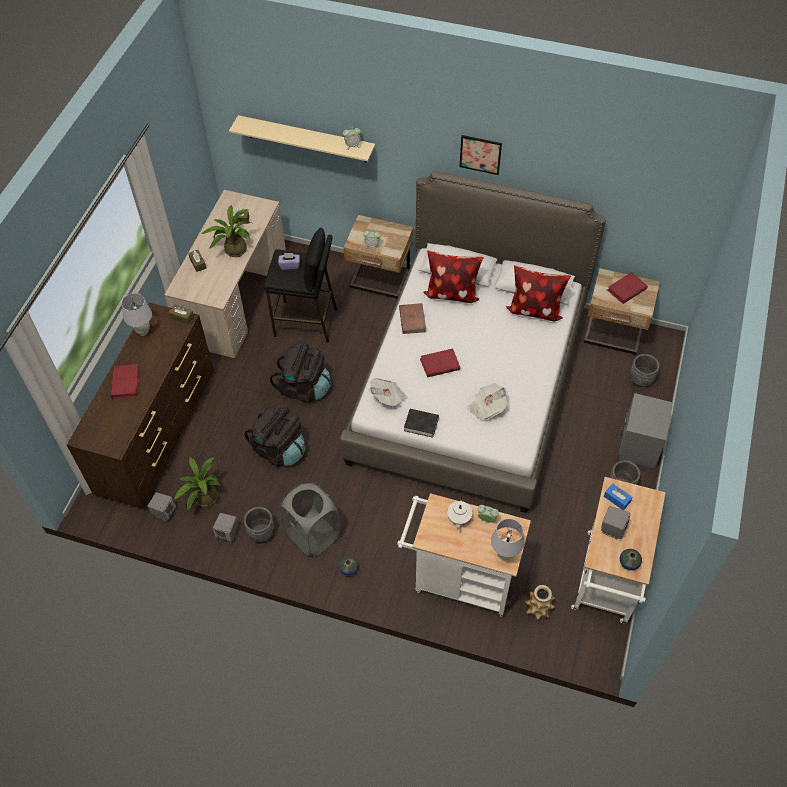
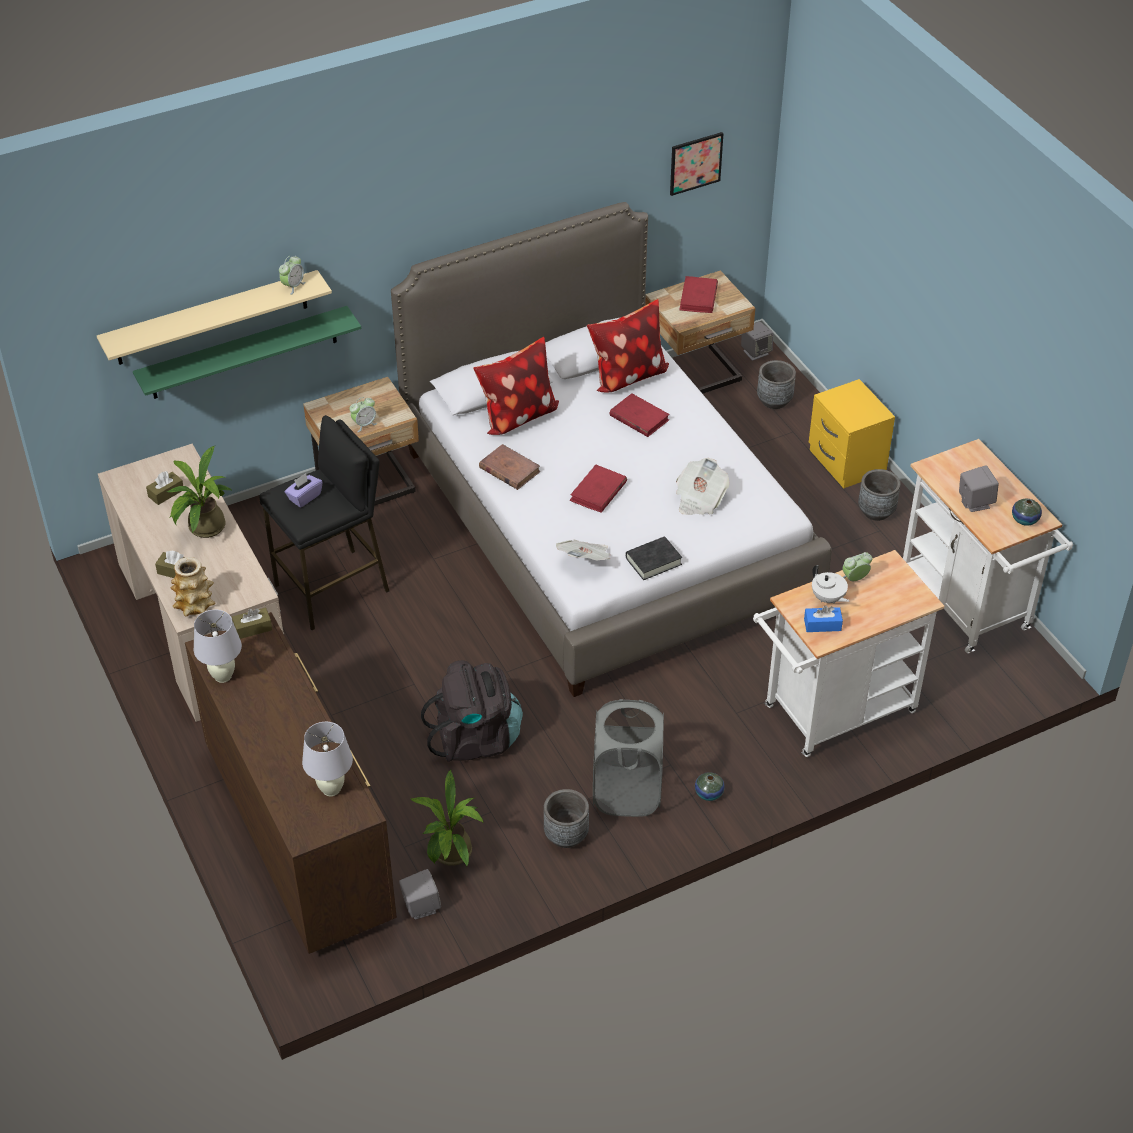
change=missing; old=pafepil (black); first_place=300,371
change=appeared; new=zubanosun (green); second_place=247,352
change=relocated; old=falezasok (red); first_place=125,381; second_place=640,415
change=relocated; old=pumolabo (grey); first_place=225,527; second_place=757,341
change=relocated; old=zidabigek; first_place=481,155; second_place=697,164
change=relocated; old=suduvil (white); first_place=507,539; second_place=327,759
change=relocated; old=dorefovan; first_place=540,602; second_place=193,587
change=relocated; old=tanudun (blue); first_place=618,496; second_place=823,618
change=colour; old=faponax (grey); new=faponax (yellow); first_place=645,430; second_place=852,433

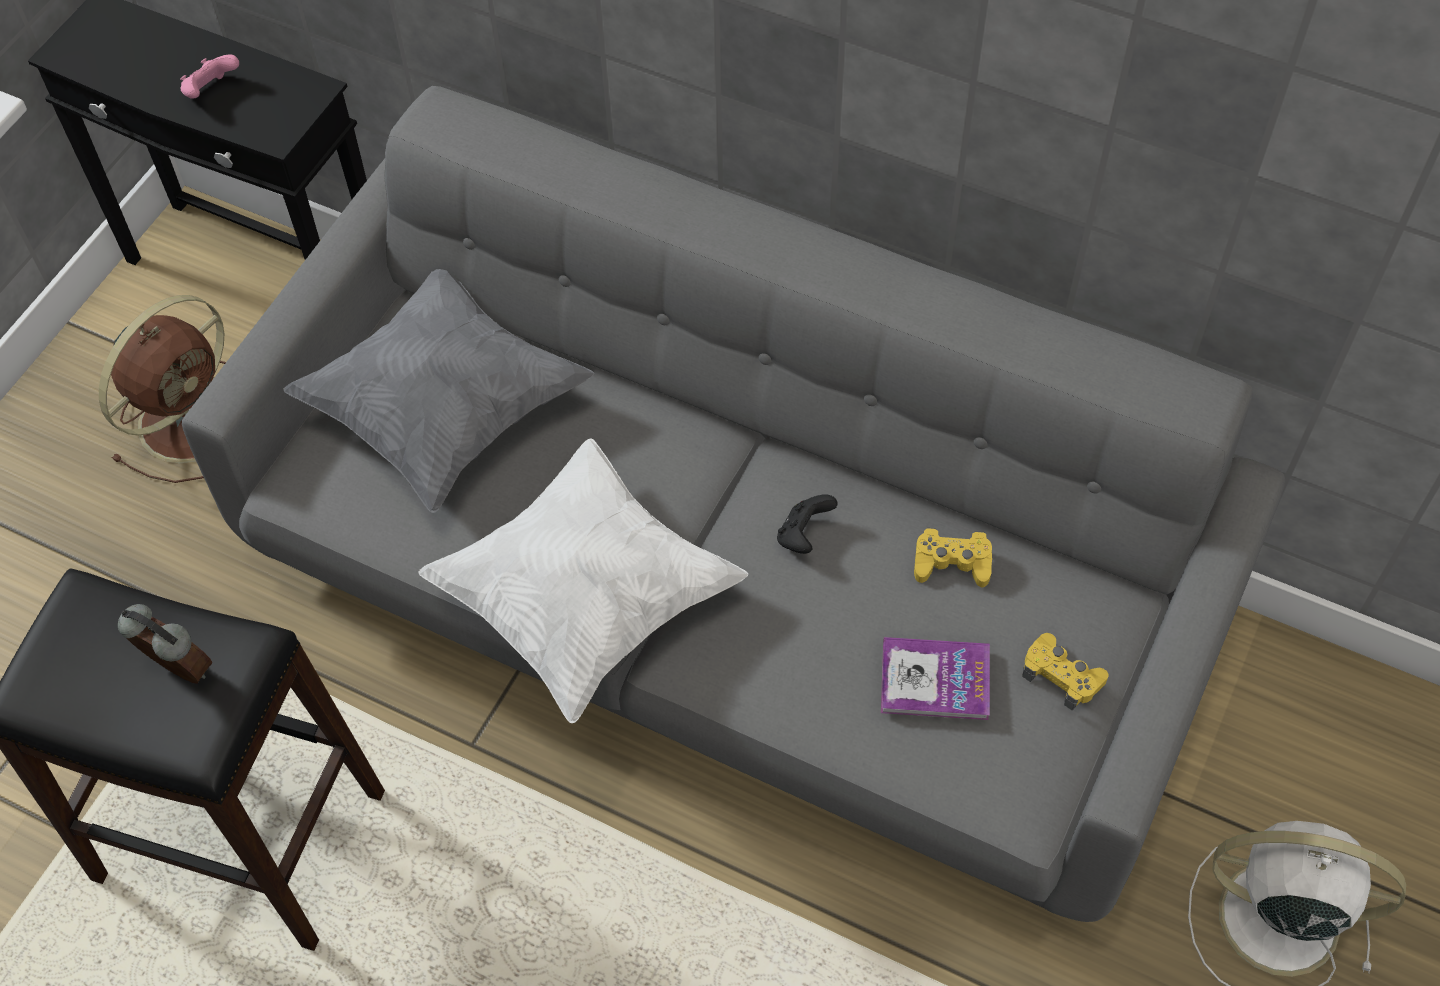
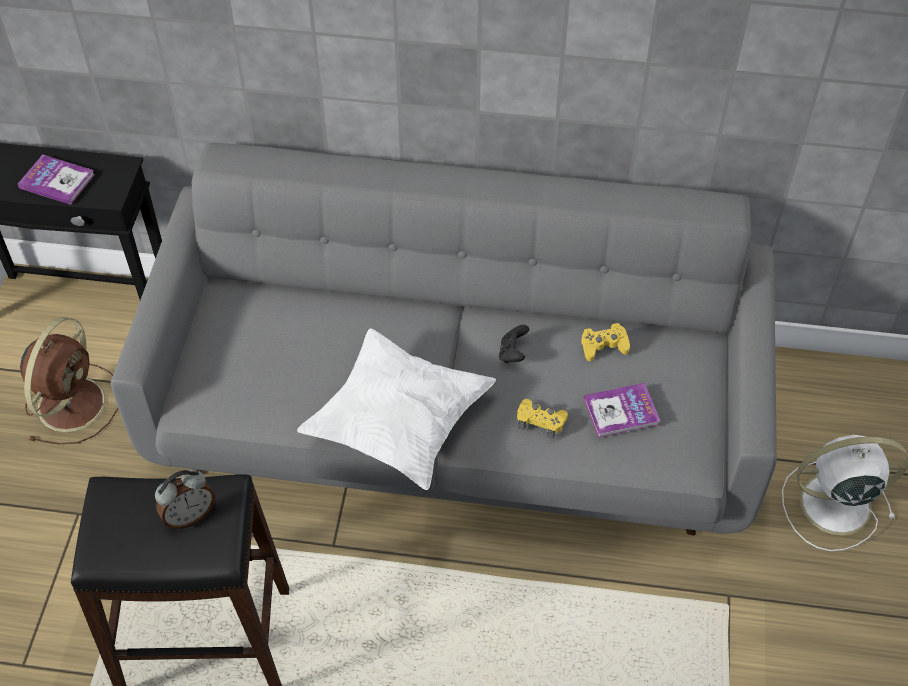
change=missing; old=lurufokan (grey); first_place=439,391
change=relocated; old=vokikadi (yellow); first_place=1065,671; second_place=542,419
change=exchanged; old=vokikadi (pink); new=falezasok; first_place=209,76; second_place=56,180
change=spun; old=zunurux; first_place=165,644; second_place=185,499; degrees=135

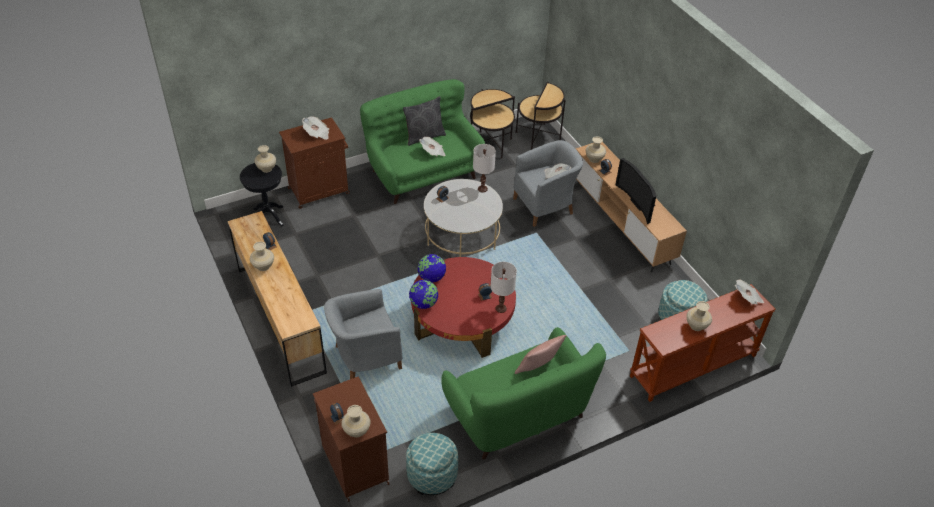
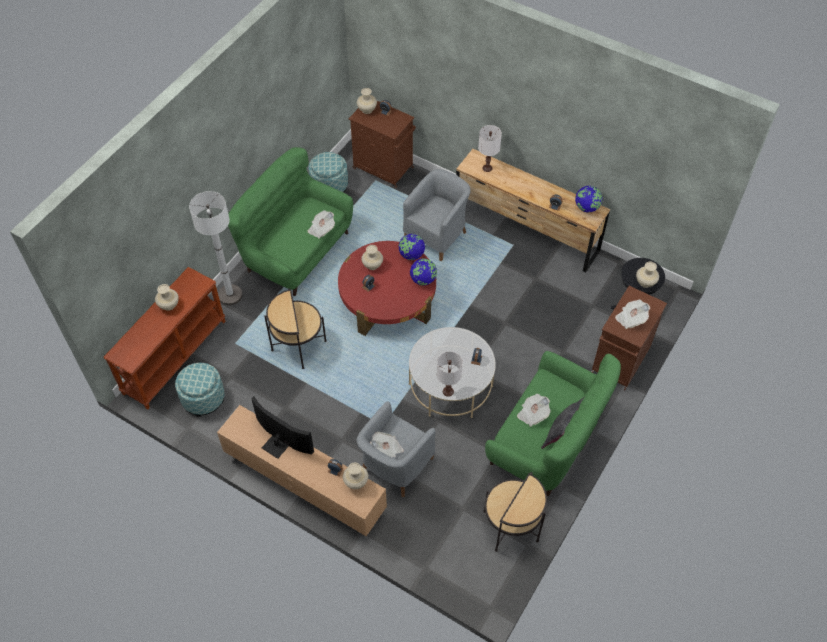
change=missing; old=lurufokan (pink); first_place=541,354
change=appeared; new=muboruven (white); second_place=216,248
change=appeared; new=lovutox; second_place=588,199
change=relocated; old=dorefovan (beige); first_place=262,256; second_place=372,257
change=relocated; old=suduvil (white); first_place=503,287; second_place=490,148
change=relocated; old=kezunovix; first_place=540,116; second_place=295,328
change=relocated; old=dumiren; first_place=749,292; second_place=321,224

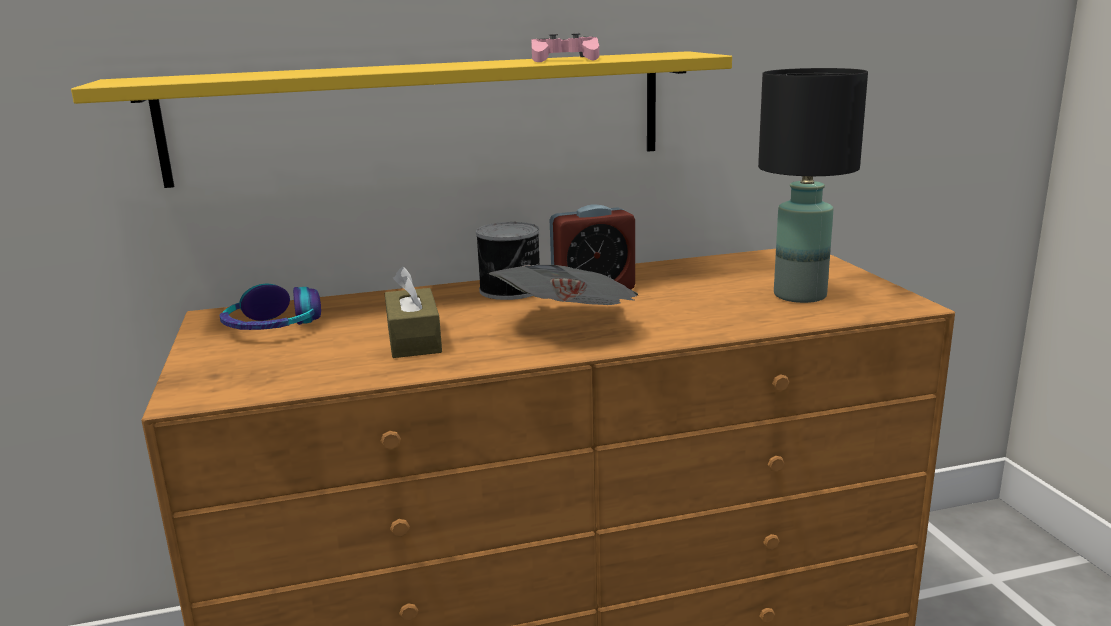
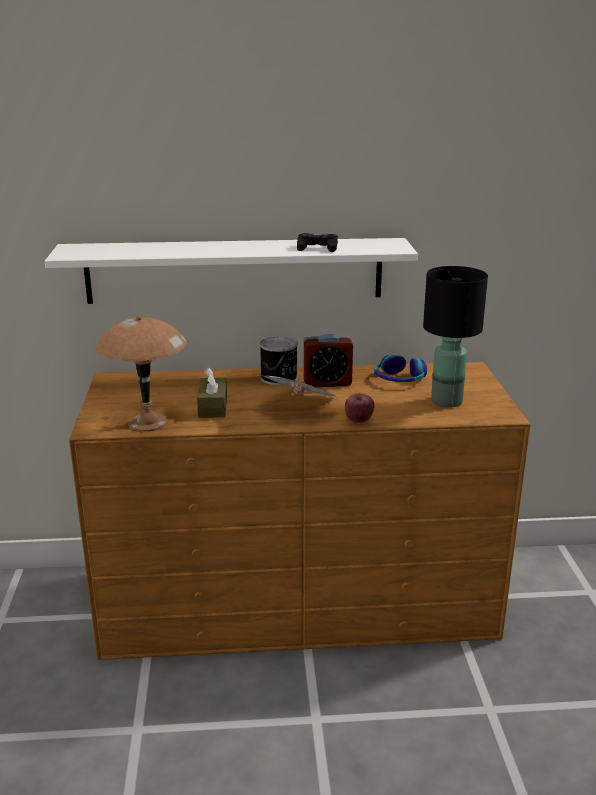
change=appeared; new=suduvil (brown); second_place=140,374
change=appeared; new=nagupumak; second_place=360,408
change=relocated; old=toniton; first_place=270,307; second_place=400,368
change=colour; old=zubanosun (yellow); new=zubanosun (white); first_place=401,119; second_place=231,271
change=colour; old=vokikadi (pink); new=vokikadi (black); first_place=565,47; second_place=317,242

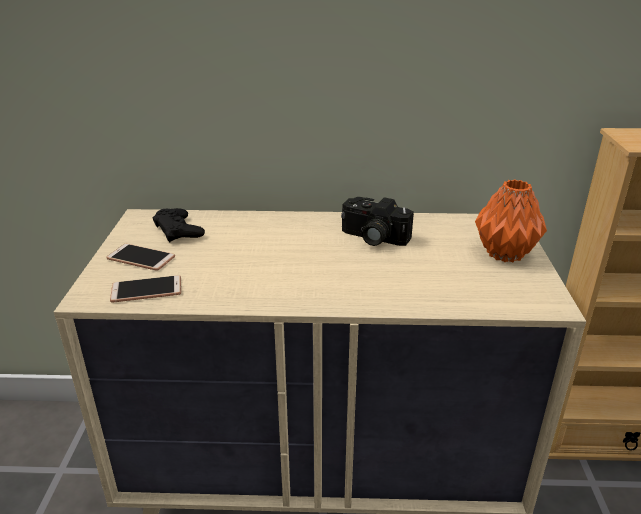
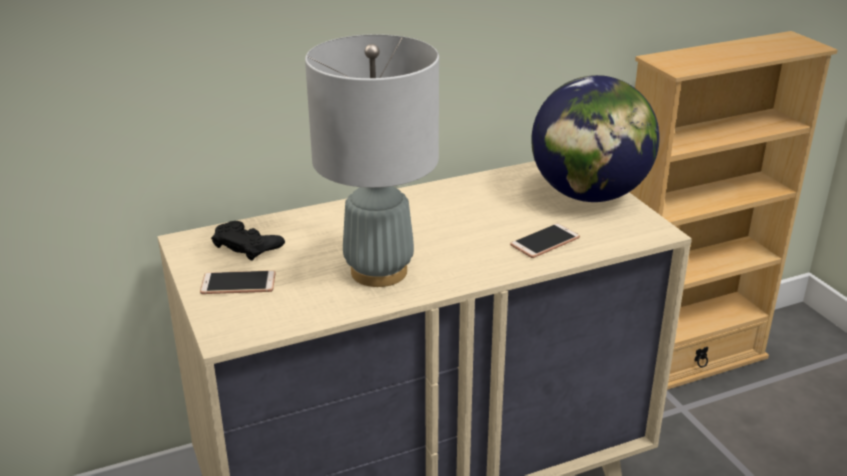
change=missing; old=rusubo; first_place=377,221
change=appeared; new=suduvil (grey); second_place=372,160
change=relocated; old=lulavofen; first_place=145,288; second_place=545,240
change=exchanged; old=dorefovan (orange); new=lovutox; first_place=511,221; second_place=595,138

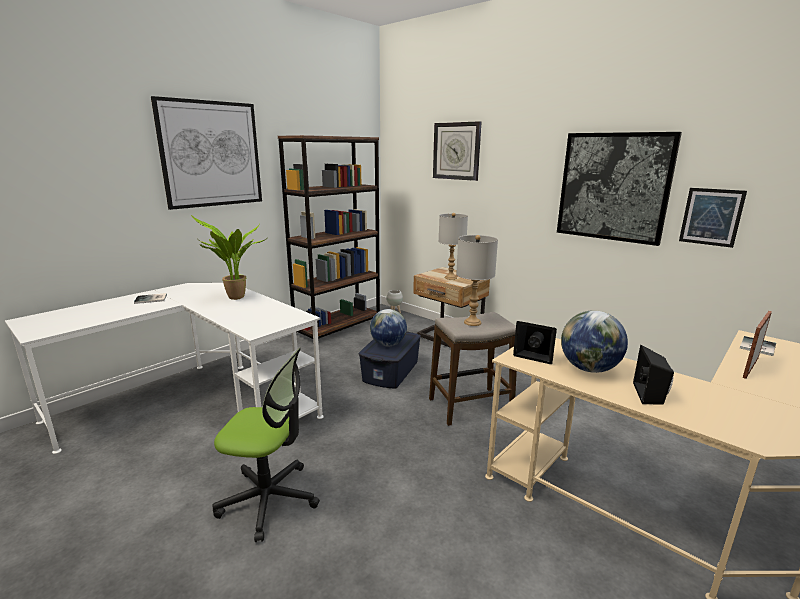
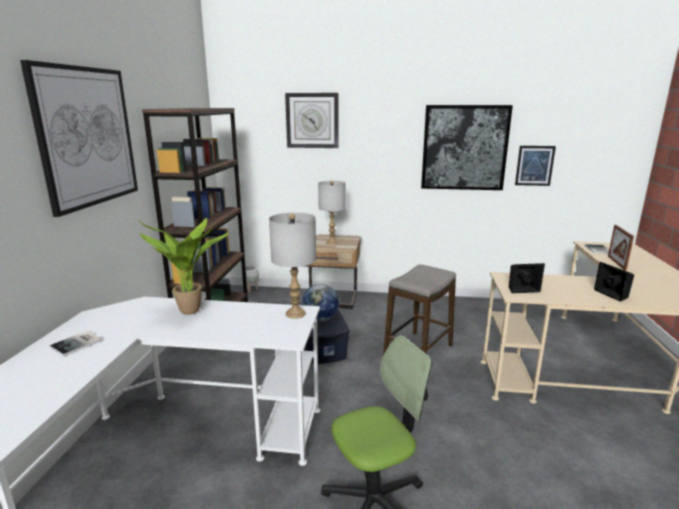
change=missing; old=lovutox; first_place=594,341
change=relocated; old=suduvil (grey); first_place=477,280; second_place=292,265

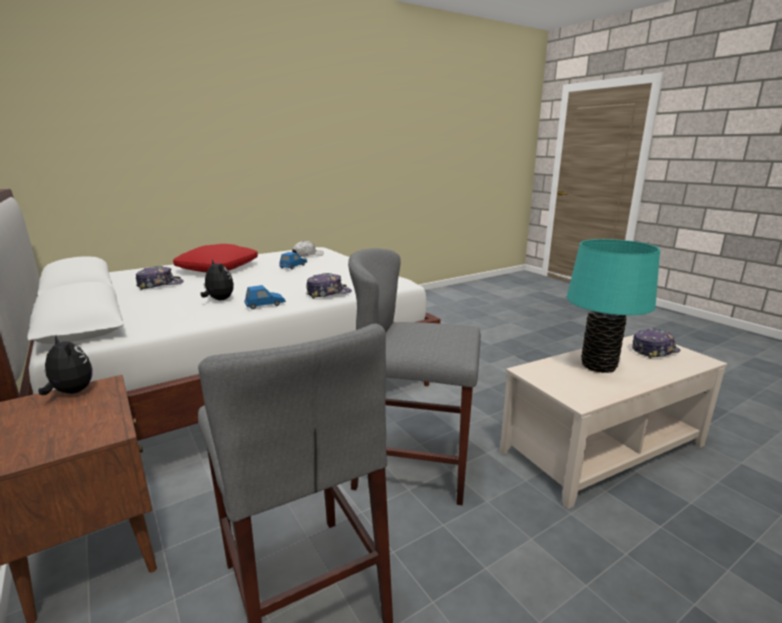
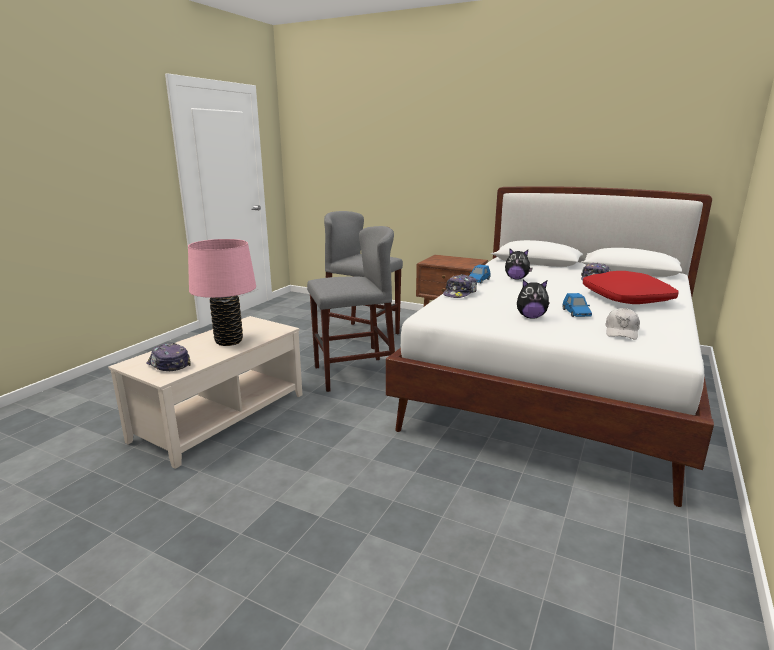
change=relocated; old=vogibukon; first_place=65,365; second_place=533,299
change=colour; old=suduvil (turquoise); new=suduvil (pink); first_place=613,306; second_place=222,292
change=spun; old=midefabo; first_place=656,343; second_place=168,357; degrees=90

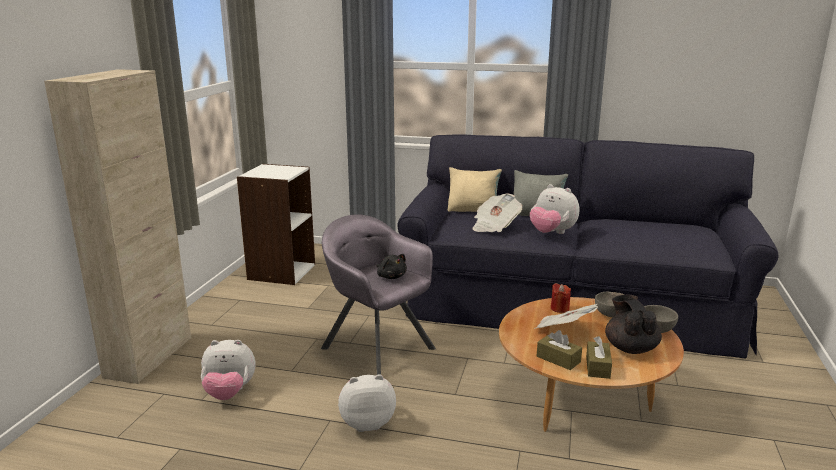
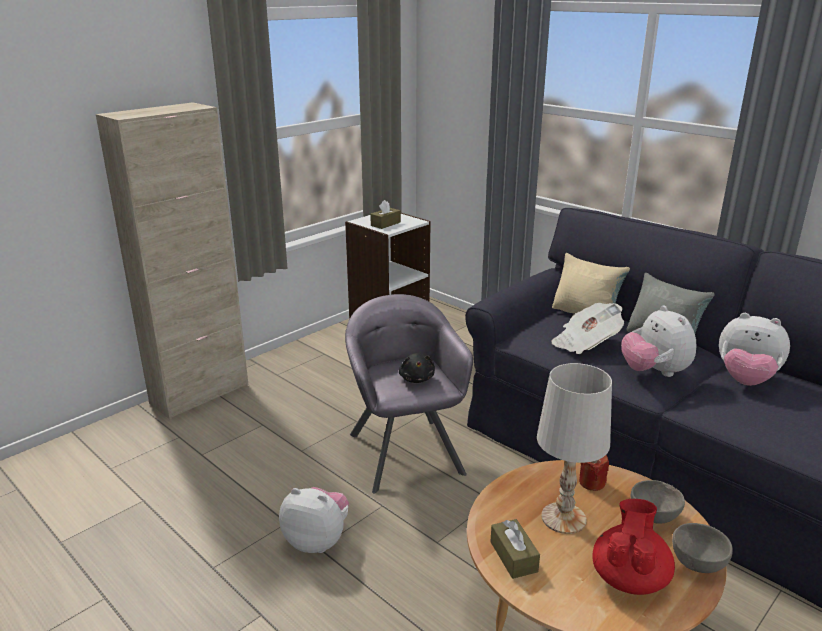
change=relocated; old=vogibukon; first_place=228,370; second_place=754,349
change=relocated; old=tanudun (brown); first_place=599,357; second_place=385,214
change=exchanged; old=dumiren; new=suduvil (white); first_place=566,316; second_place=574,448
change=colour; old=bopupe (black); new=bopupe (red); first_place=633,324; second_place=634,547

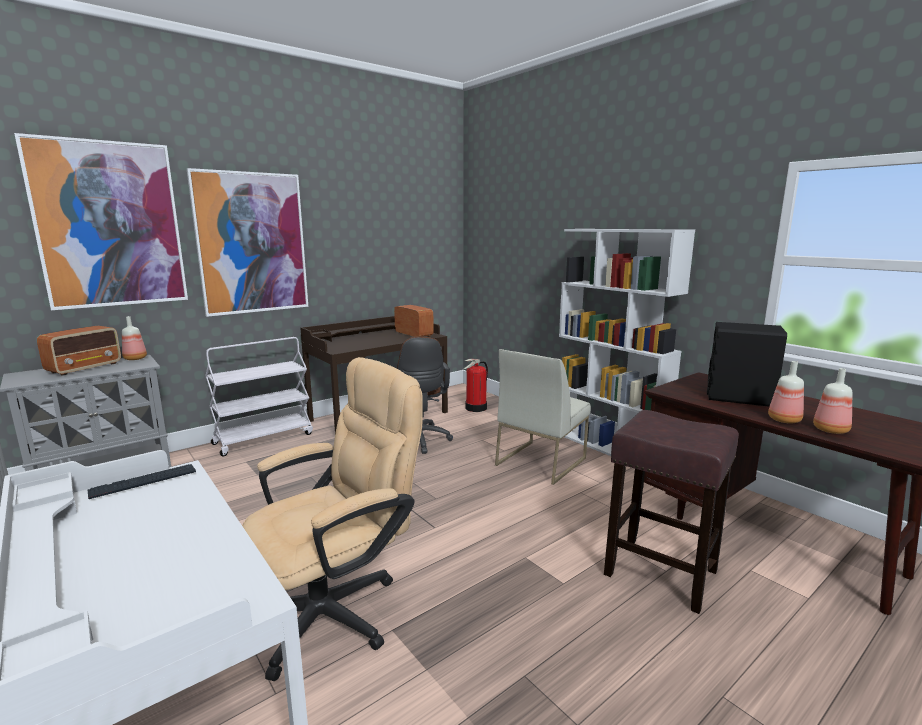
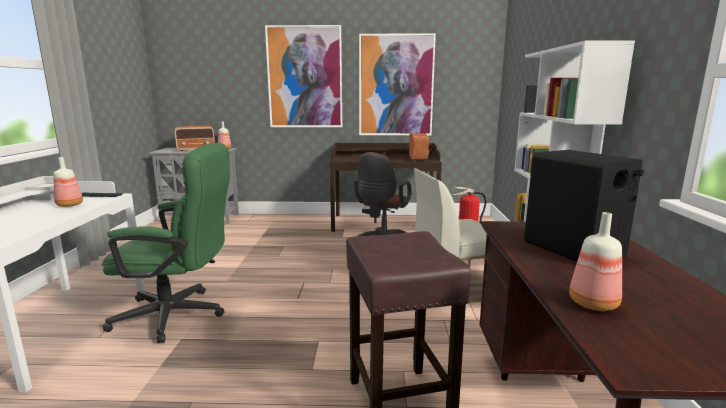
change=missing; old=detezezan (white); first_place=259,397
change=relocated; old=zidabigek; first_place=101,221; second_place=397,84
change=relocated; old=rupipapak; first_place=786,392; second_place=68,182
change=colour; old=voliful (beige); new=voliful (green); first_place=332,519; second_place=166,243

